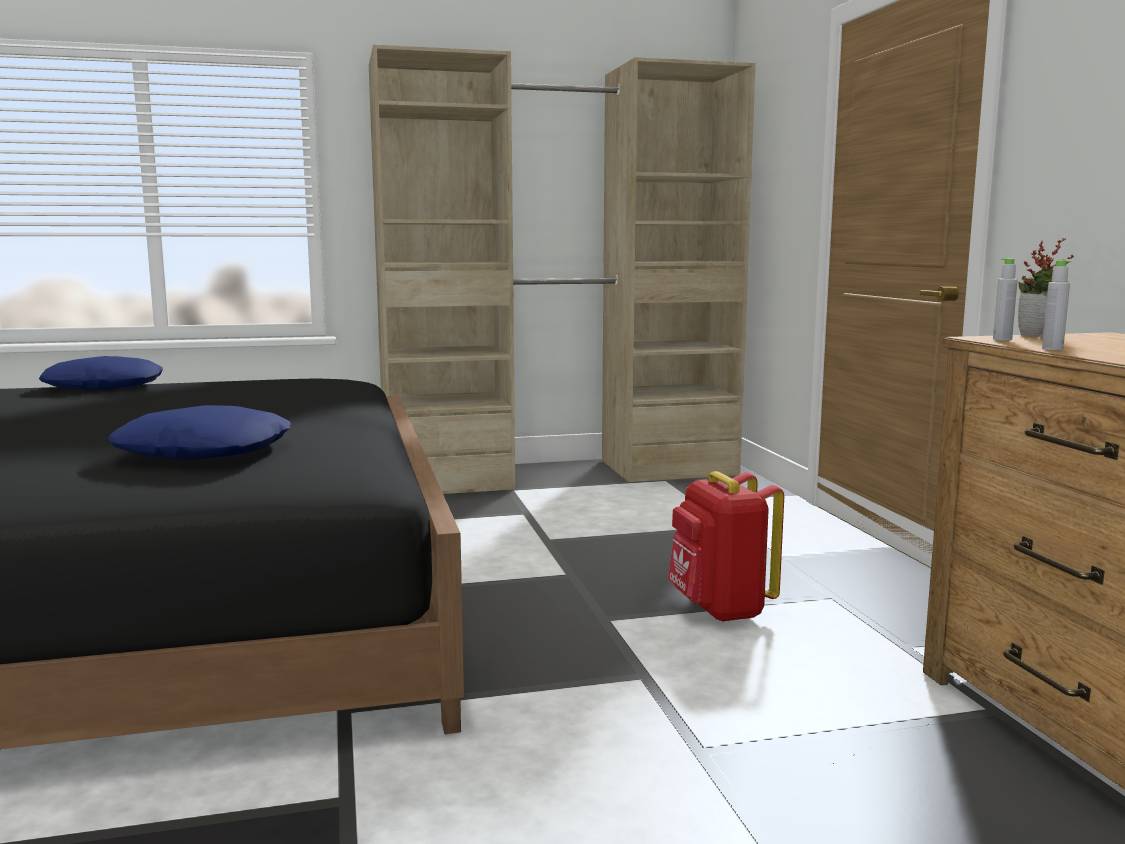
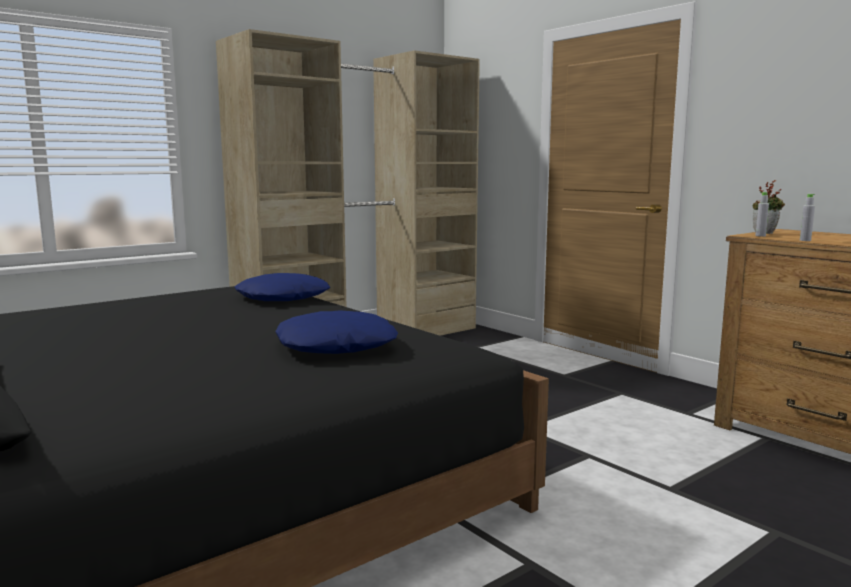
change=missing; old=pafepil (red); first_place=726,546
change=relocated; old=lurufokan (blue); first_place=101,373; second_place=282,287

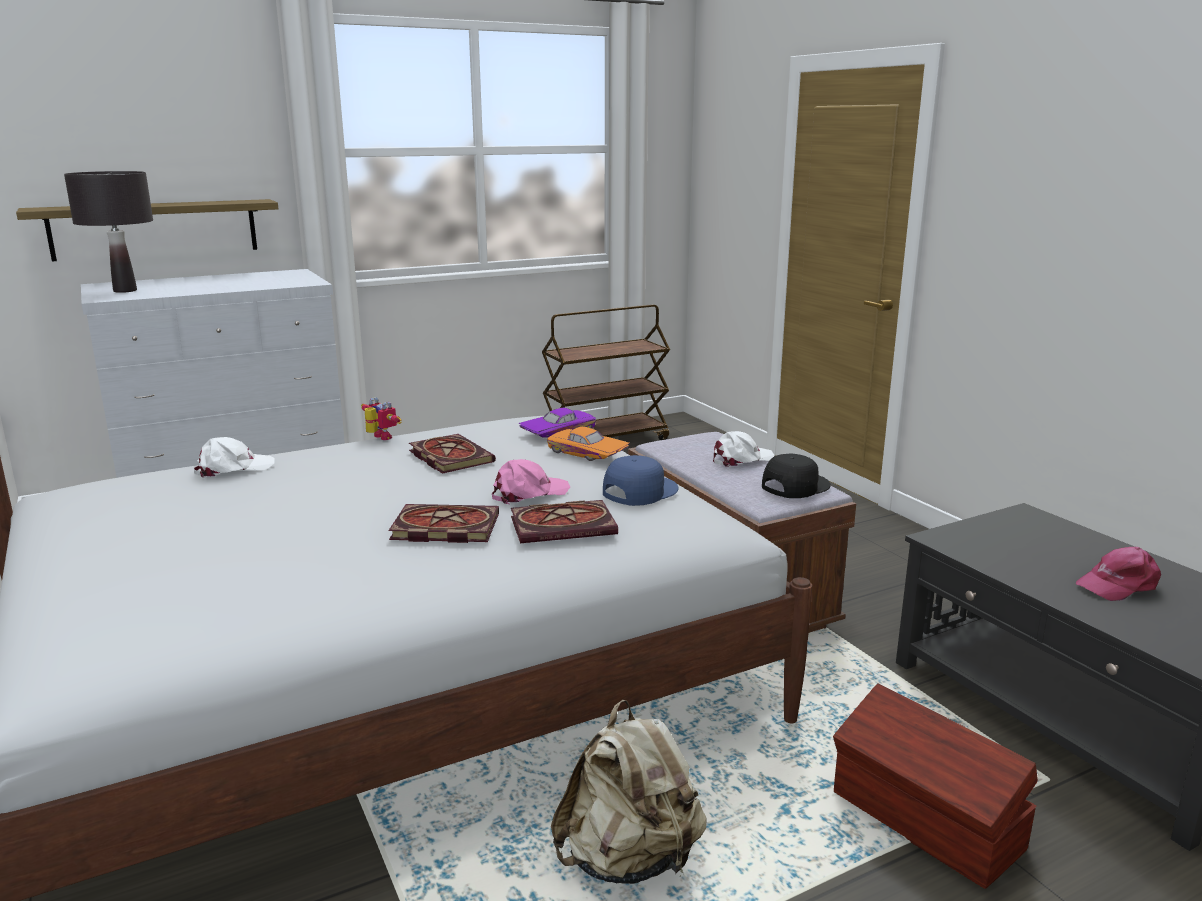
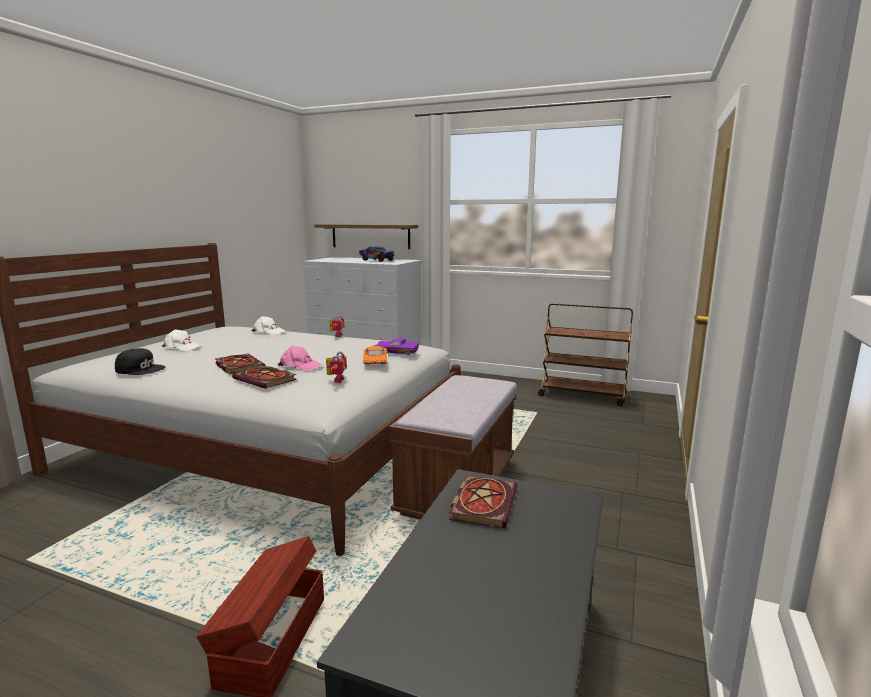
change=missing; old=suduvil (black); first_place=108,232
change=missing; old=pafepil (beige); first_place=629,792
change=missing; old=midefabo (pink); first_place=1118,574
change=appeared; new=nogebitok; second_place=376,254
change=relocated; old=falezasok; first_place=452,454; second_place=483,501
change=relocated; old=midefabo (white); first_place=743,449; second_place=180,340
change=relocated; old=midefabo (black); first_place=796,476; second_place=140,361
change=exchanged; old=midefabo (blue); new=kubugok; first_place=641,480; second_place=336,367

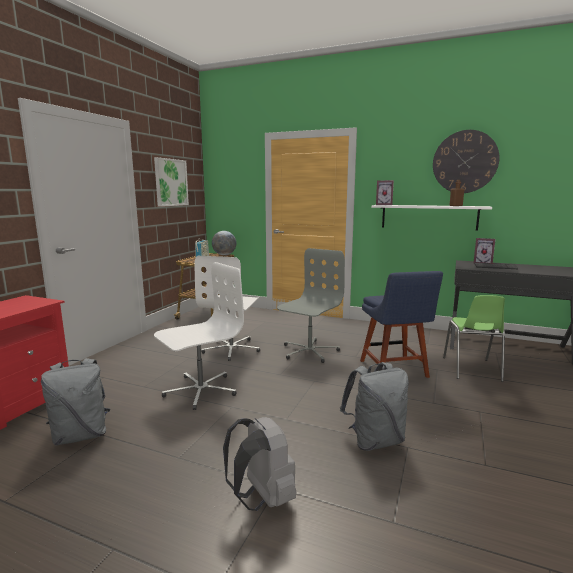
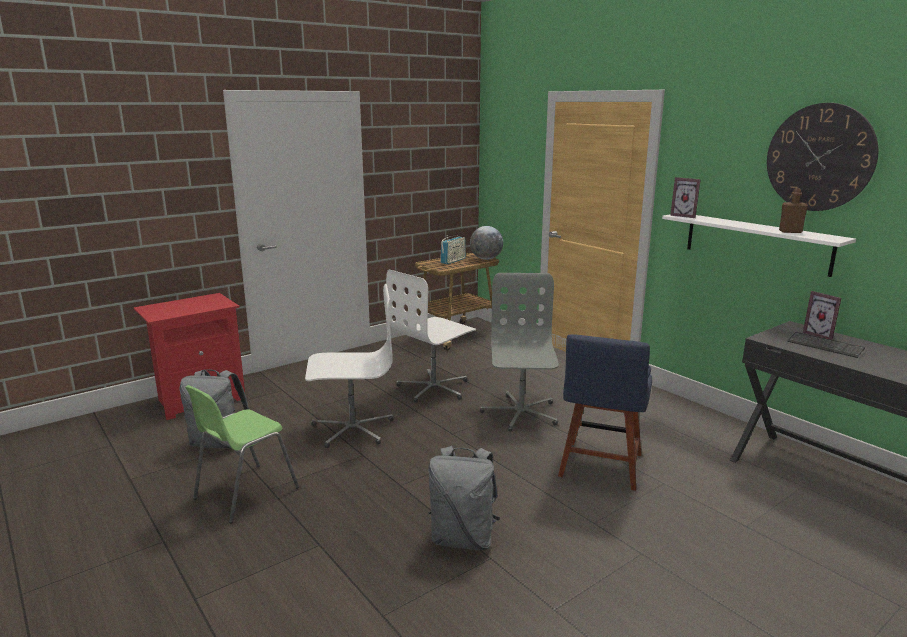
change=missing; old=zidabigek; first_place=171,182
change=missing; old=pafepil (grey); first_place=260,464
change=relocated; old=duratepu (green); first_place=474,338; second_place=242,454
change=spun; old=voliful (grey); first_place=311,305; second_place=519,352; degrees=-60

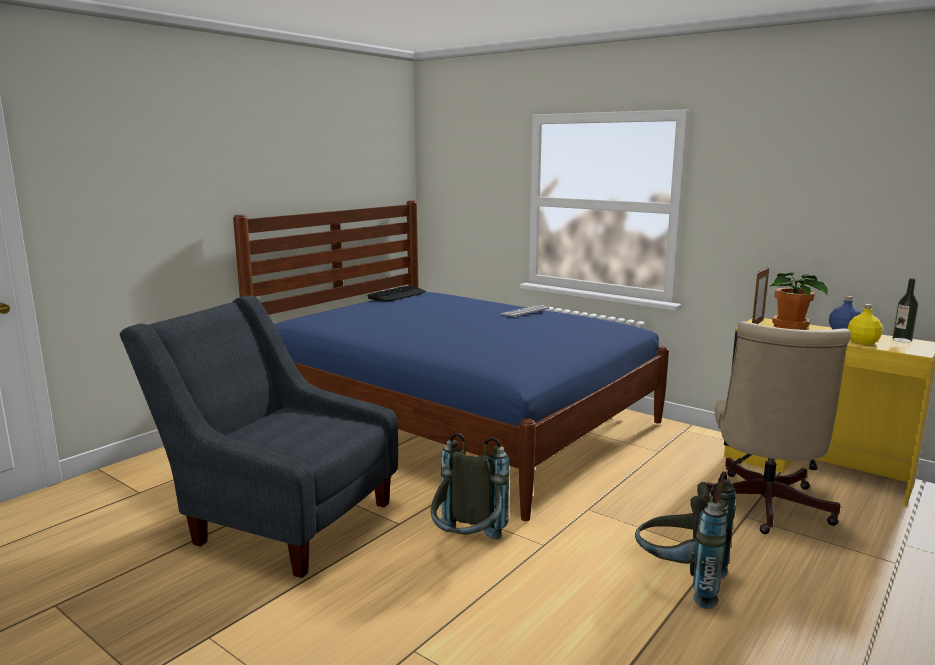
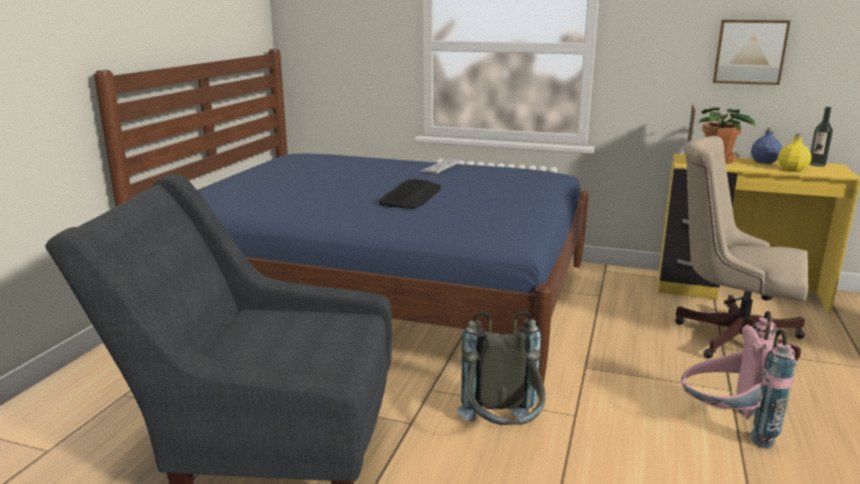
change=appeared; new=zidabigek; second_place=752,52
change=relocated; old=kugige; first_place=397,294; second_place=410,193
change=colour; old=pafepil (grey); new=pafepil (pink); first_place=685,540; second_place=738,380
change=spun; old=voliful (beige); first_place=777,427; second_place=741,248; degrees=120

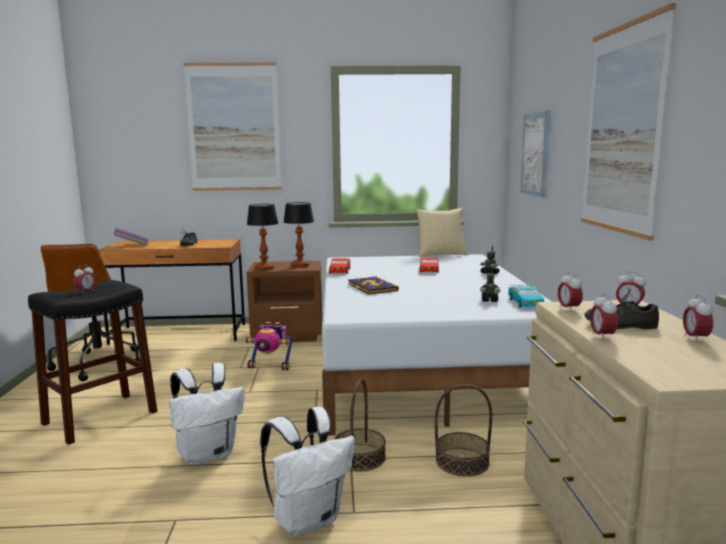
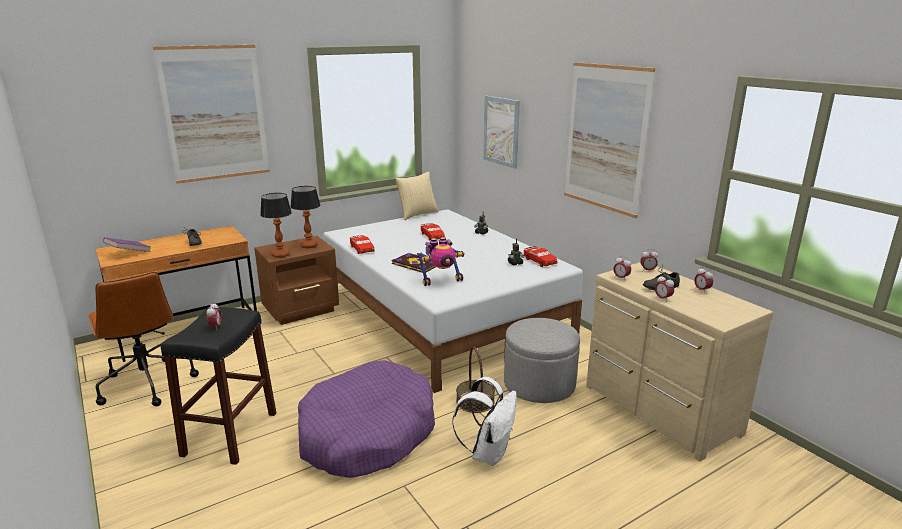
change=relocated; old=kubugok; first_place=270,346; second_place=441,261
change=exchanged; old=pafepil (white); new=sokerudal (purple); first_place=206,414; second_place=366,419
change=exchanged; old=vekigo; new=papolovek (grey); first_place=463,430; second_place=542,360
change=colour; old=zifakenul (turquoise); new=zifakenul (red); first_place=526,296; second_place=541,256

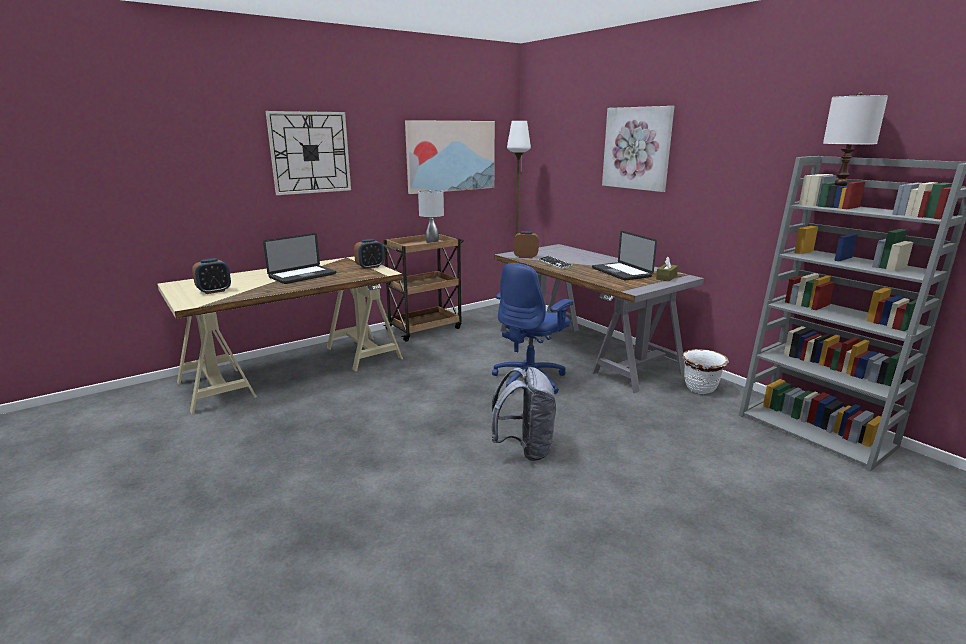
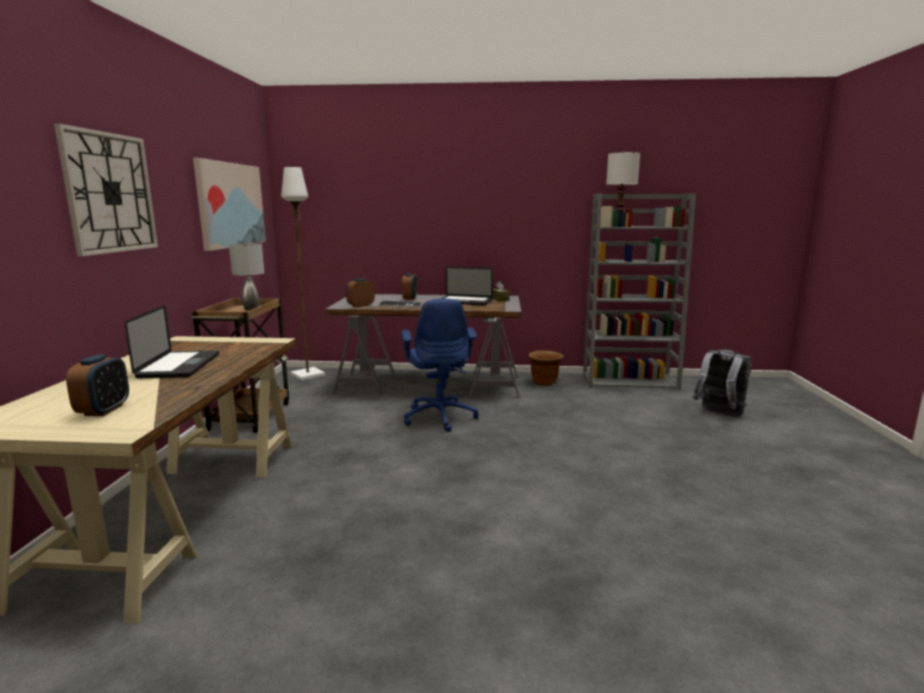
change=missing; old=zidabigek; first_place=638,149
change=relocated; old=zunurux; first_place=369,254; second_place=409,286
change=relocated; old=pafepil (grey); first_place=523,414; second_place=722,383
change=colour; old=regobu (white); new=regobu (brown); first_place=705,371; second_place=546,367

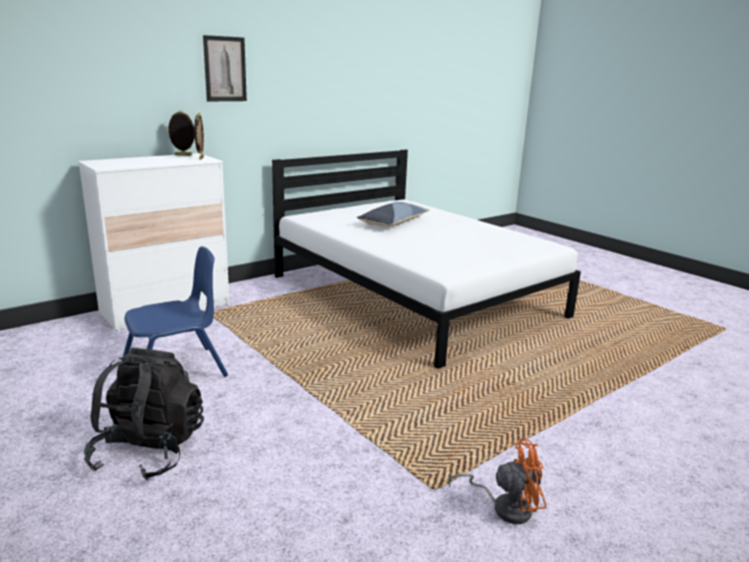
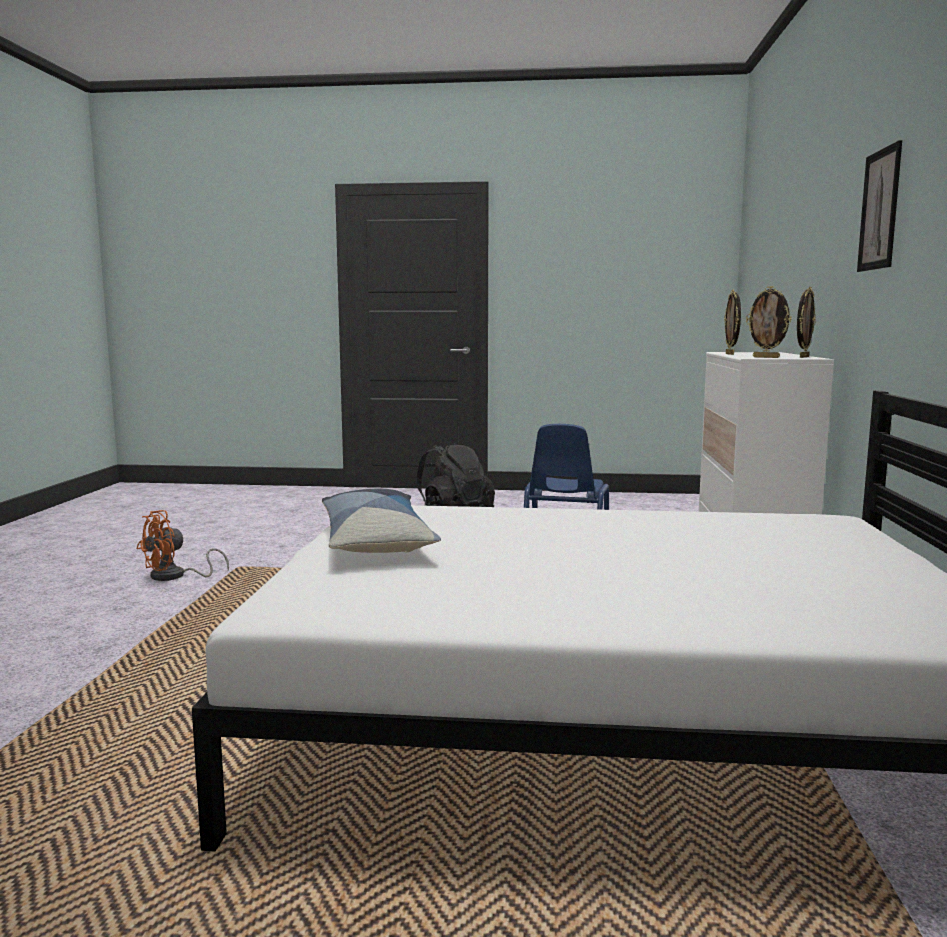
change=appeared; new=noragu; second_place=732,322
change=relocated; old=lurufokan; first_place=393,214; second_place=381,521

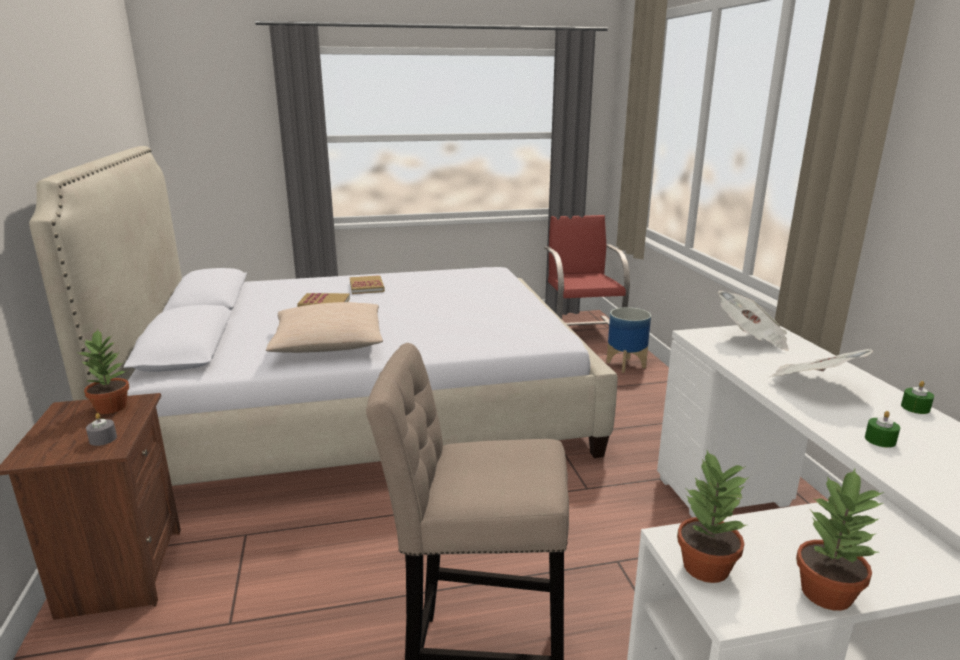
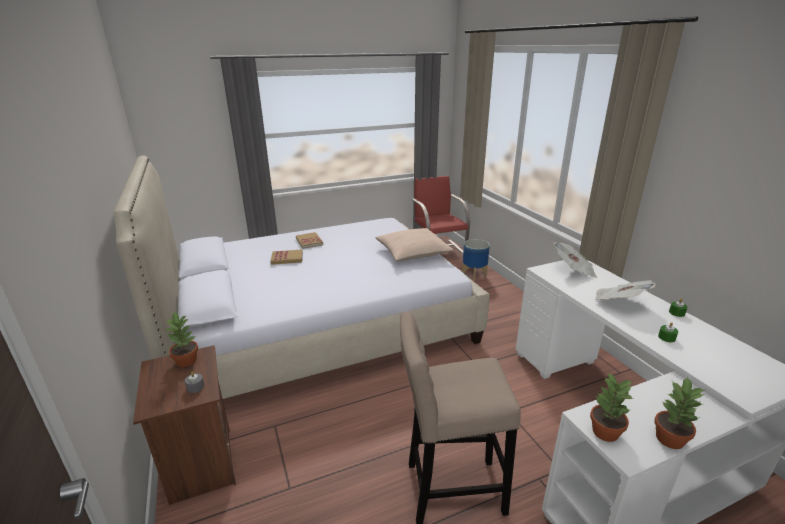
change=relocated; old=lurufokan (beige); first_place=324,327; second_place=414,244

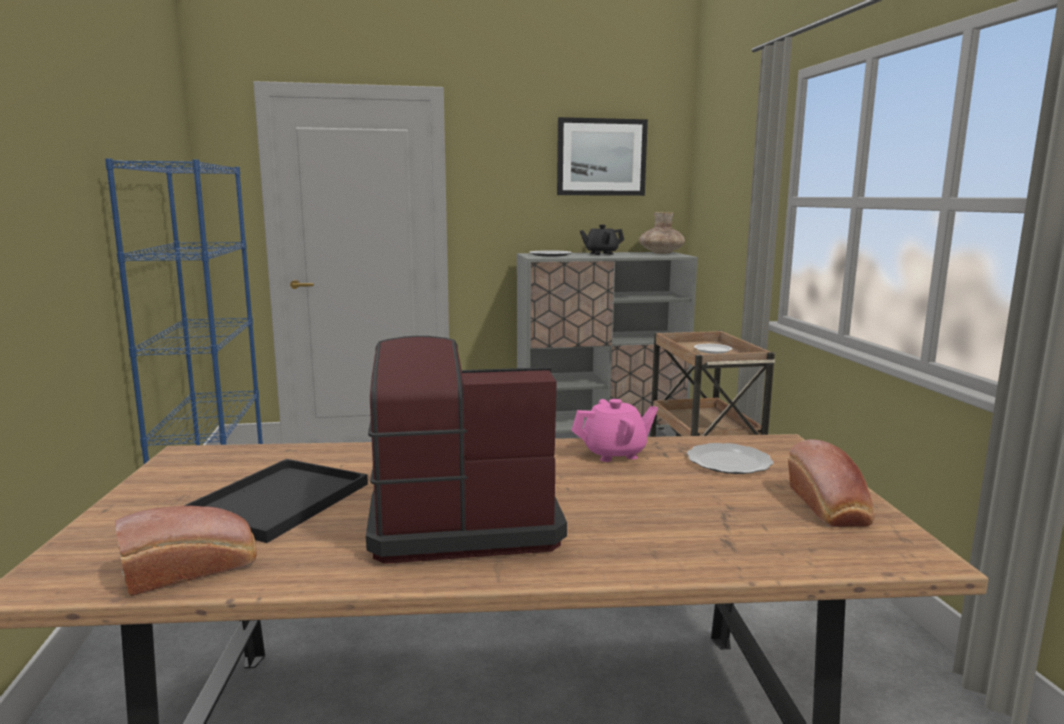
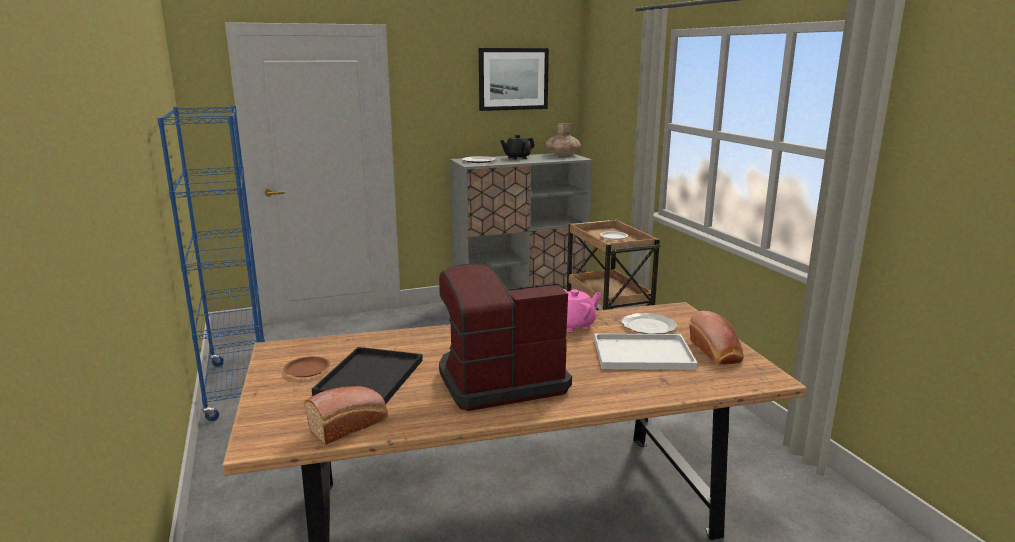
change=appeared; new=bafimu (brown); second_place=307,366
change=appeared; new=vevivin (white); second_place=646,352

